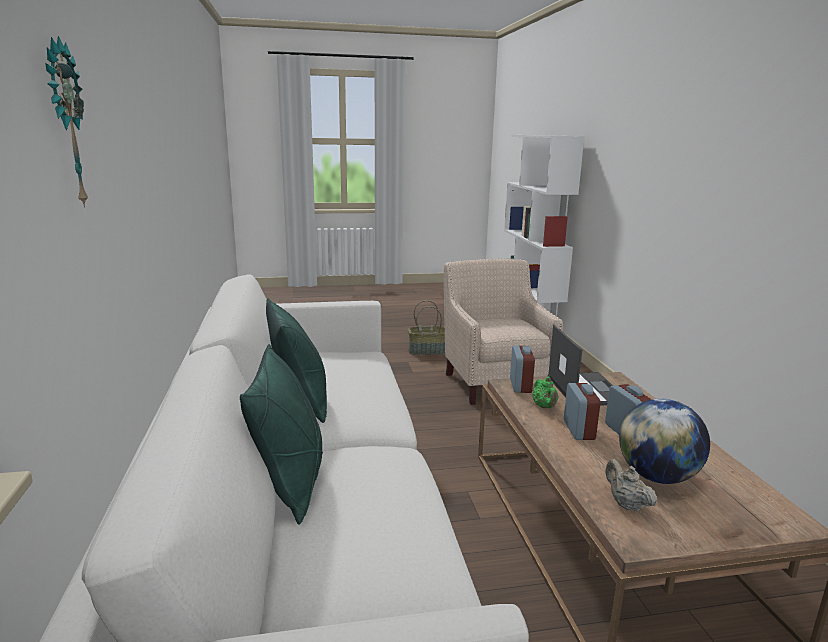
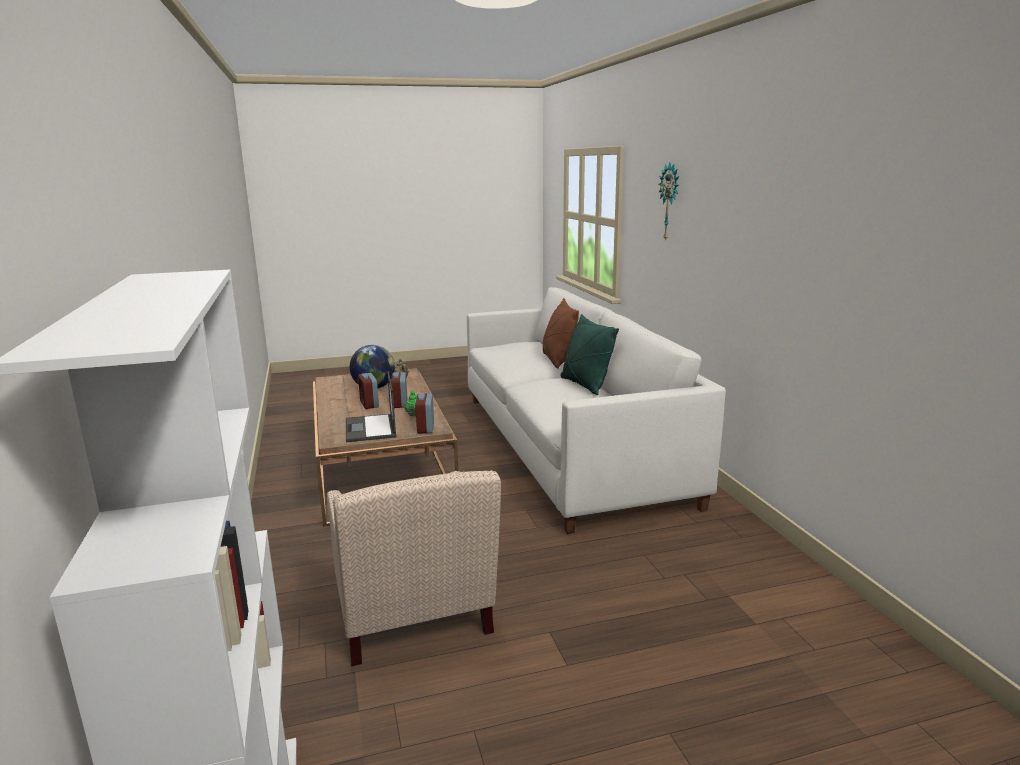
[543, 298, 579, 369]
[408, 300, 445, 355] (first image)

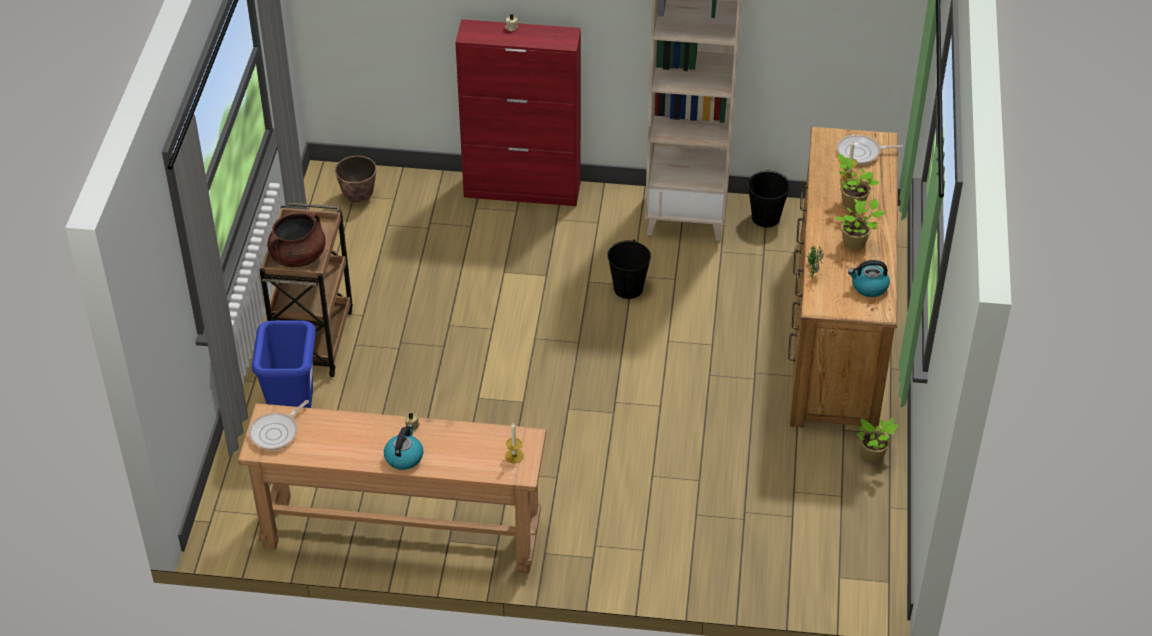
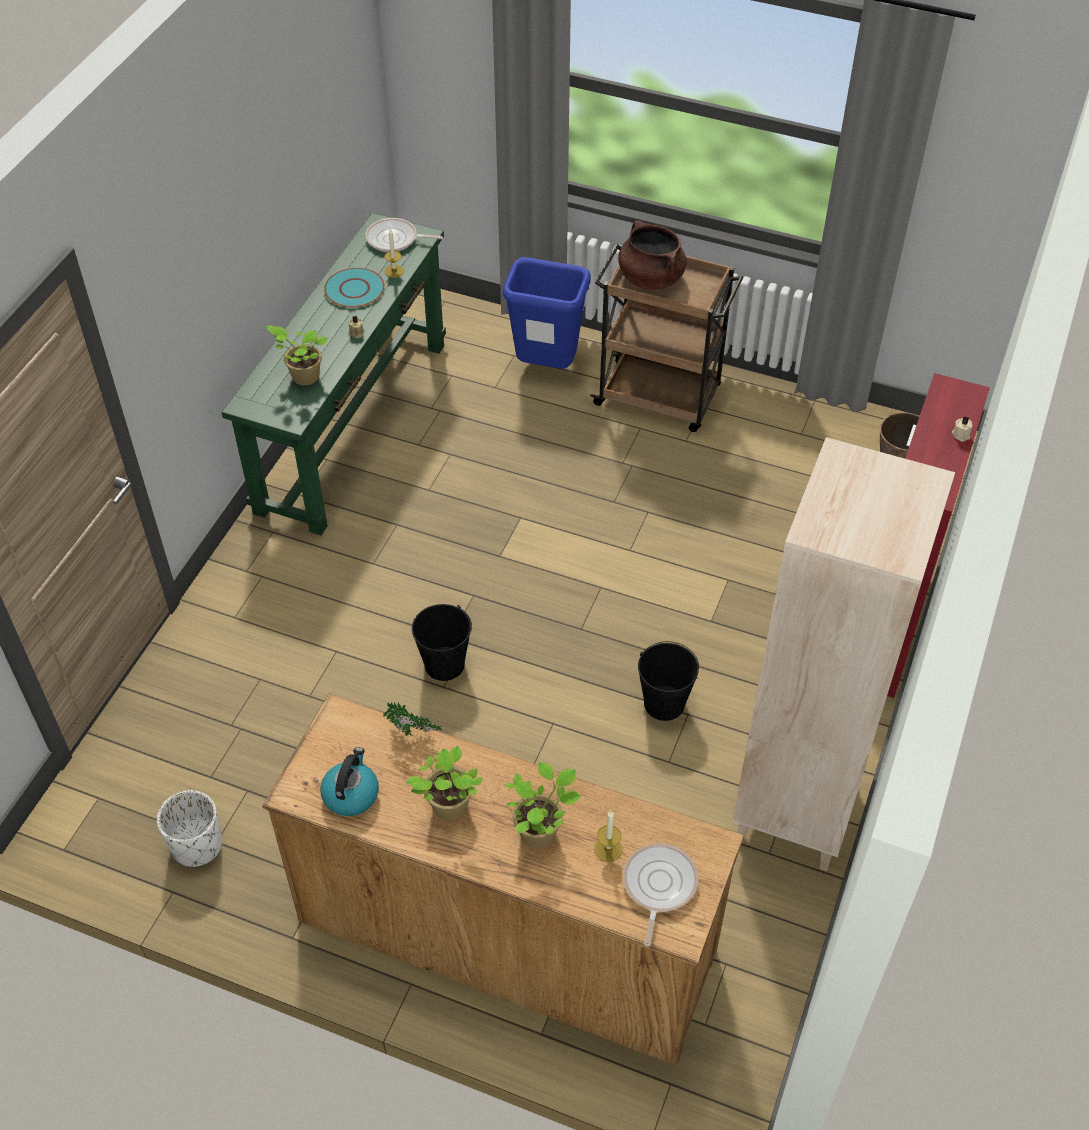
[157, 790, 222, 867]
[222, 213, 446, 535]
[265, 326, 328, 385]
[324, 268, 385, 308]
[365, 218, 443, 252]
[384, 229, 404, 278]
[412, 604, 472, 681]
[384, 424, 423, 470] (first image)

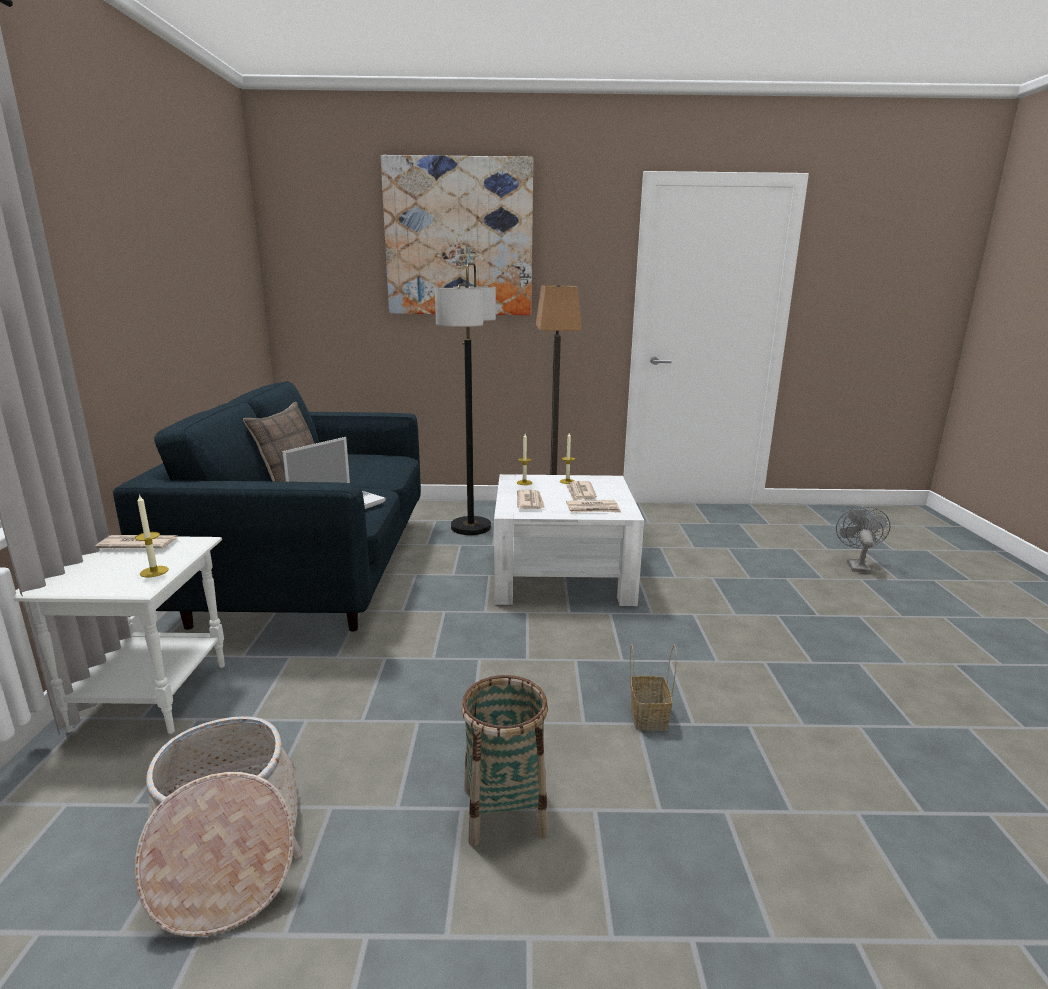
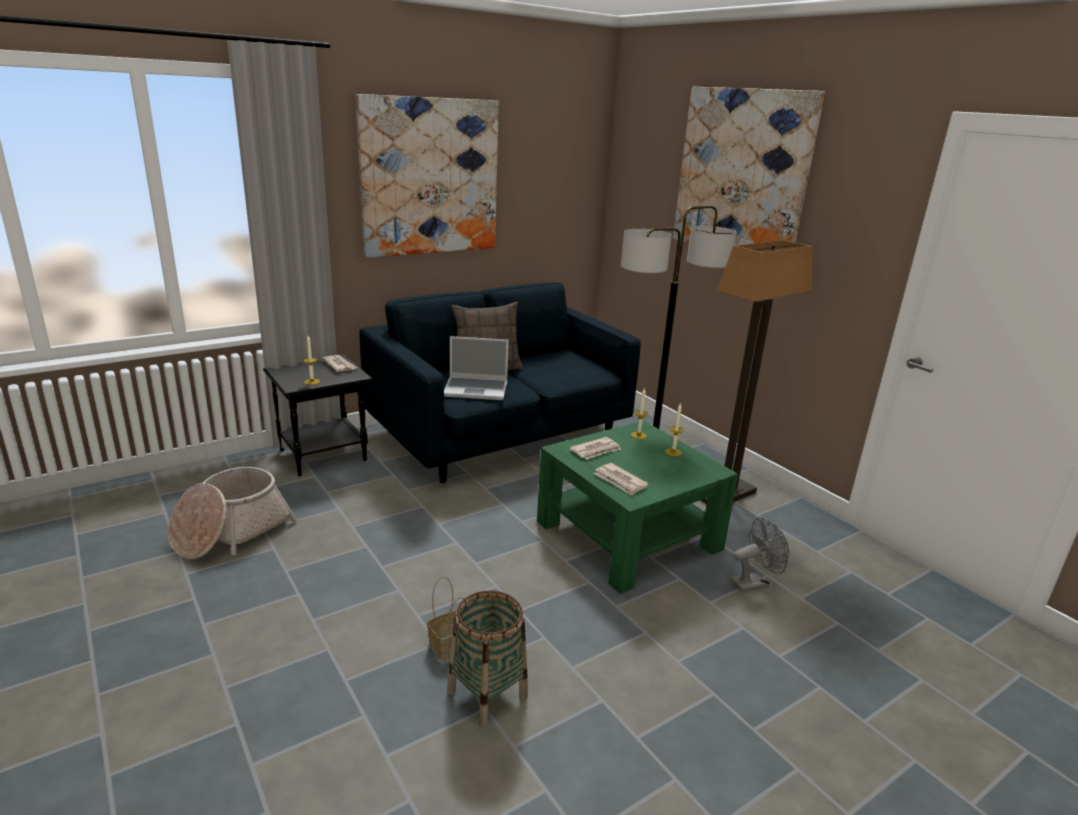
[263, 354, 373, 476]
[356, 94, 499, 258]
[447, 591, 528, 727]
[537, 420, 738, 594]
[731, 518, 789, 592]
[566, 481, 597, 501] (first image)

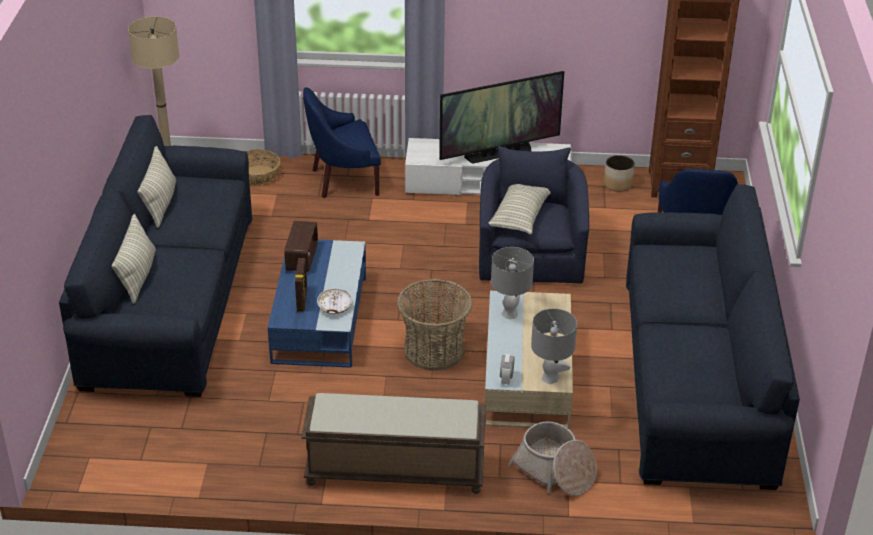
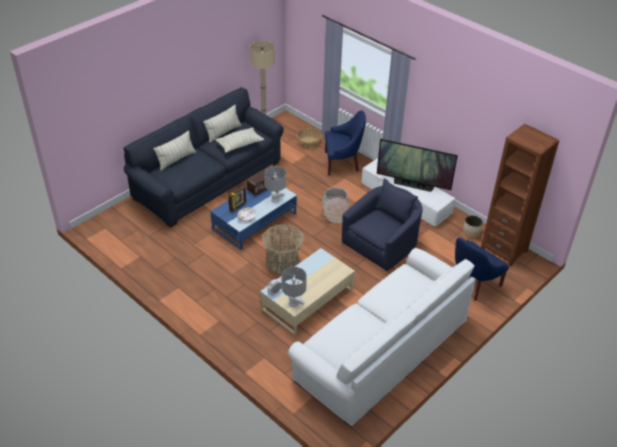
[215, 127, 264, 153]
[264, 166, 286, 203]
[288, 248, 476, 427]
[321, 187, 350, 223]
[325, 110, 366, 175]
[301, 393, 486, 494] (first image)

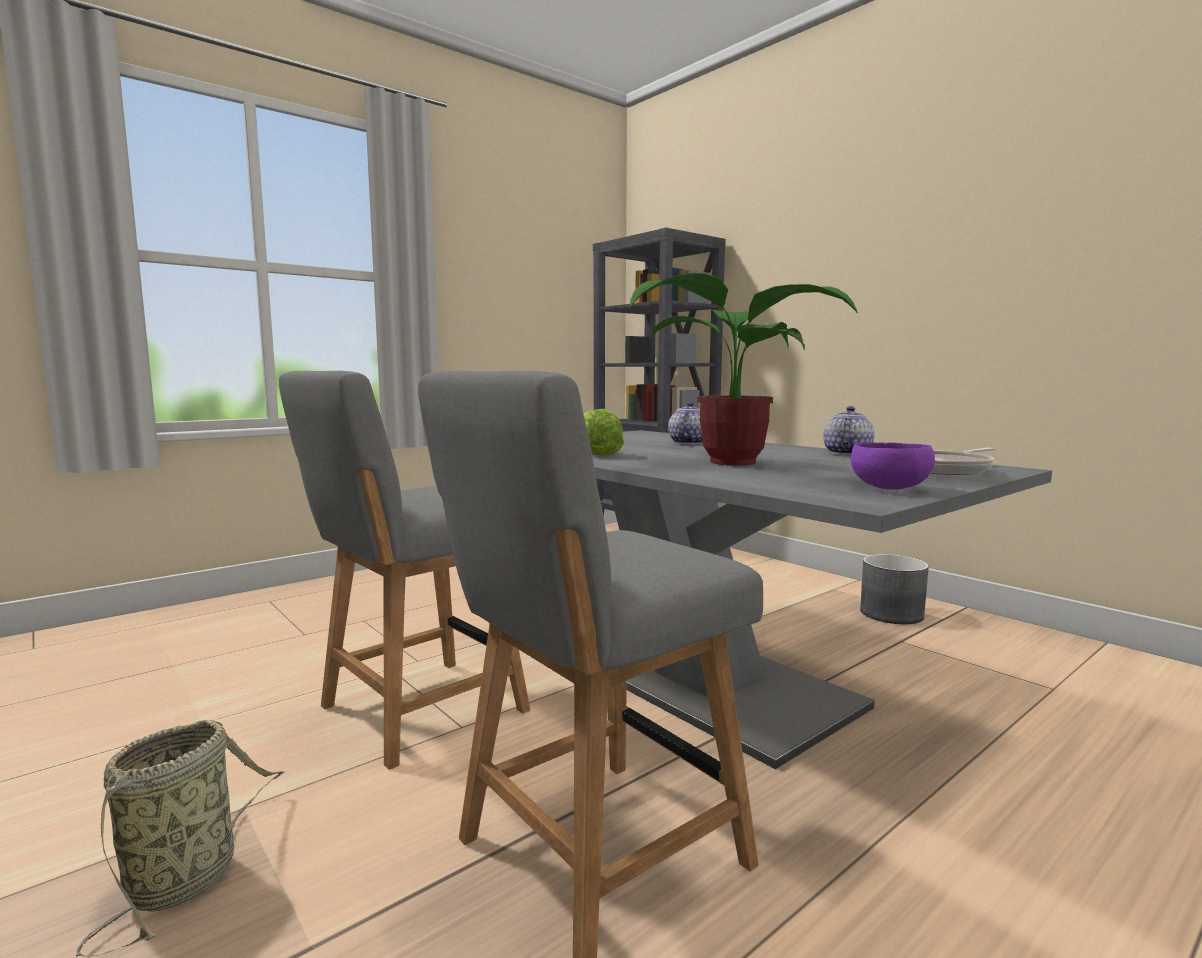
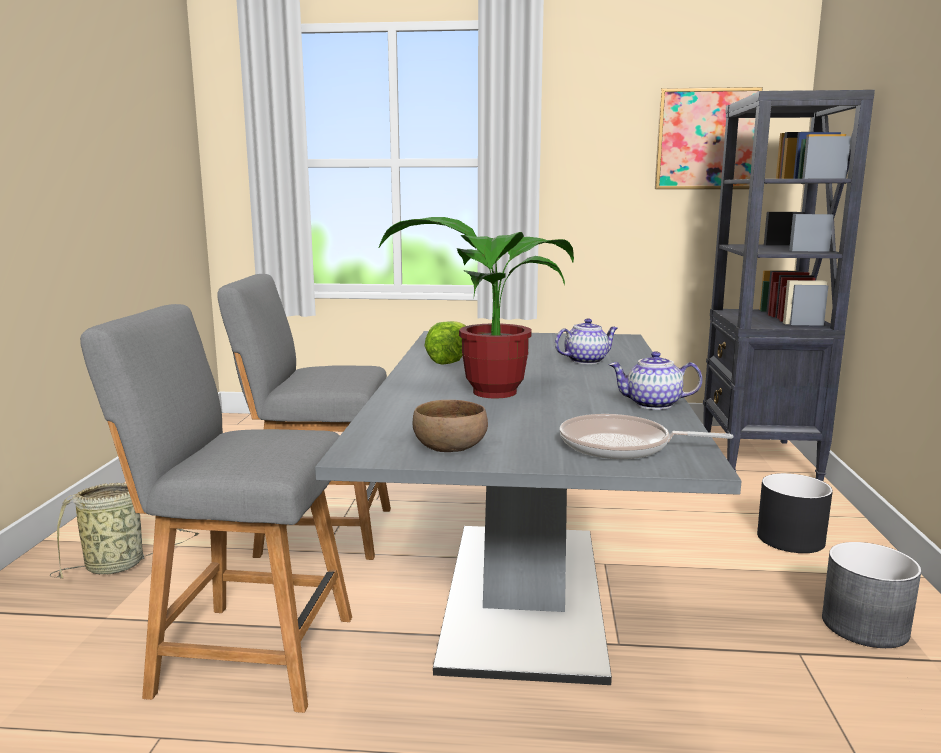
[413, 400, 488, 452]
[609, 351, 702, 410]
[655, 87, 763, 189]
[757, 473, 833, 553]

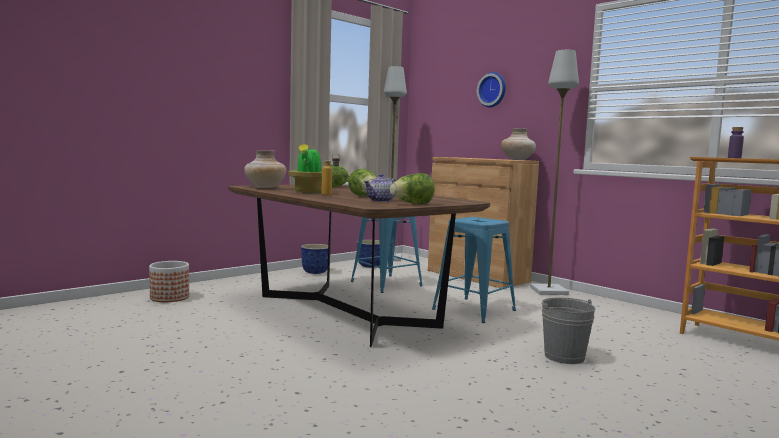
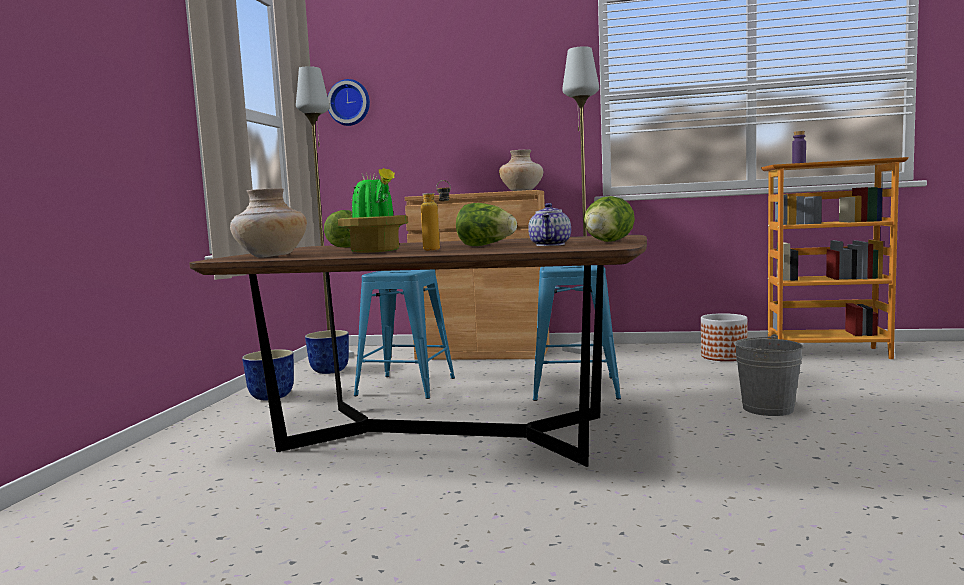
[328, 79, 370, 126]
[701, 313, 747, 361]

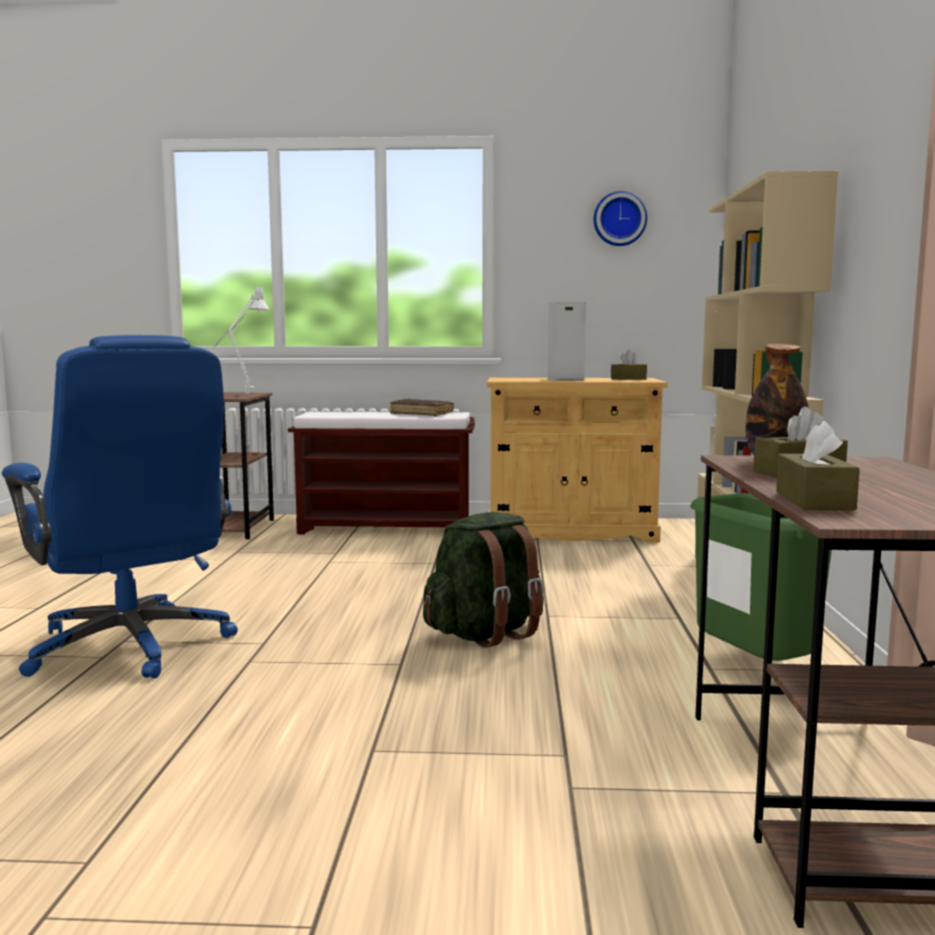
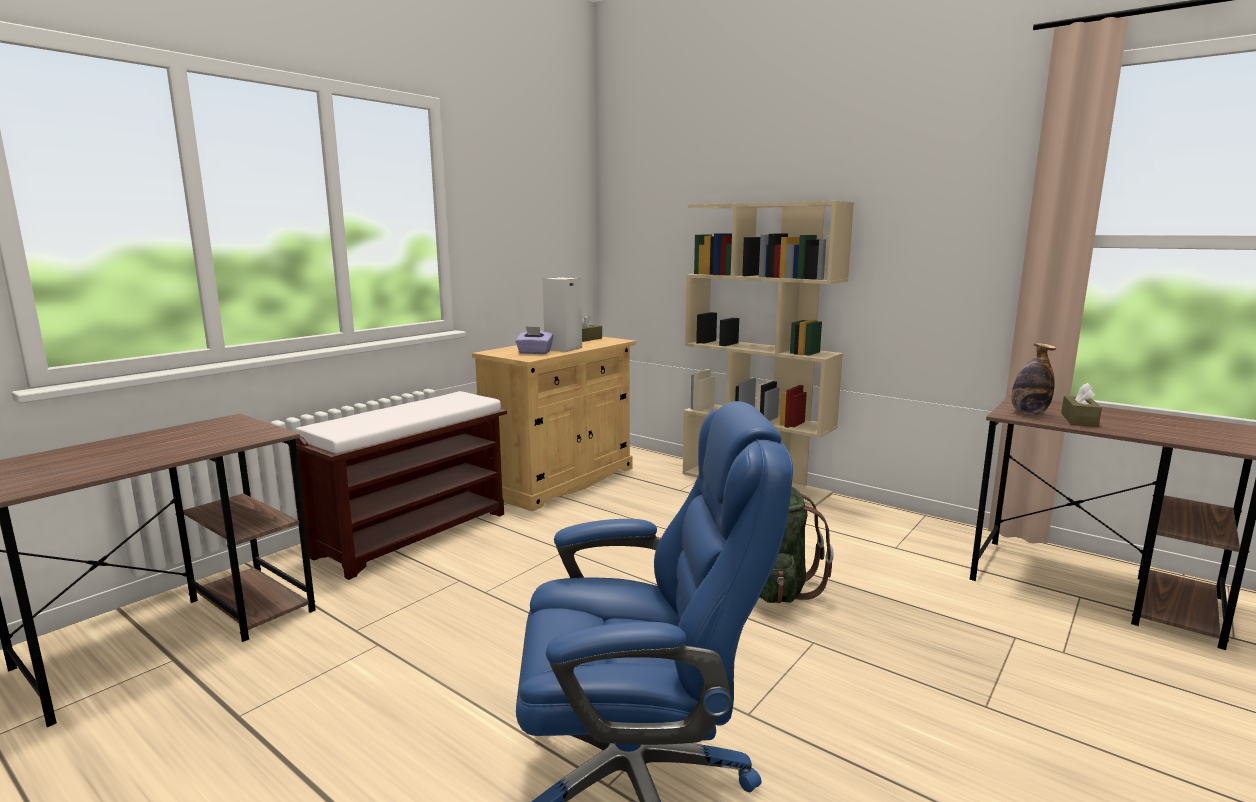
[515, 326, 554, 354]
[214, 287, 270, 394] (first image)
[390, 399, 454, 416] (first image)
[594, 191, 647, 246] (first image)
[690, 493, 832, 661] (first image)
[776, 421, 860, 510] (first image)

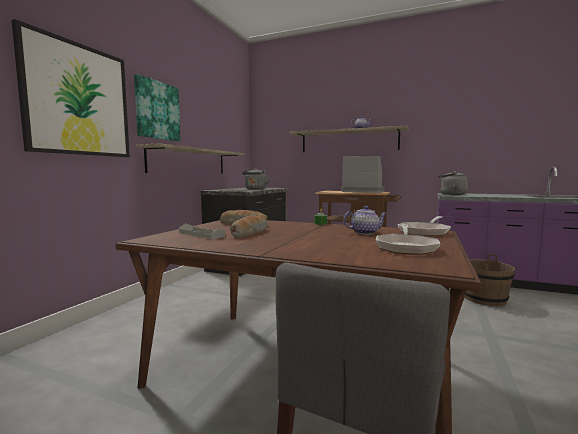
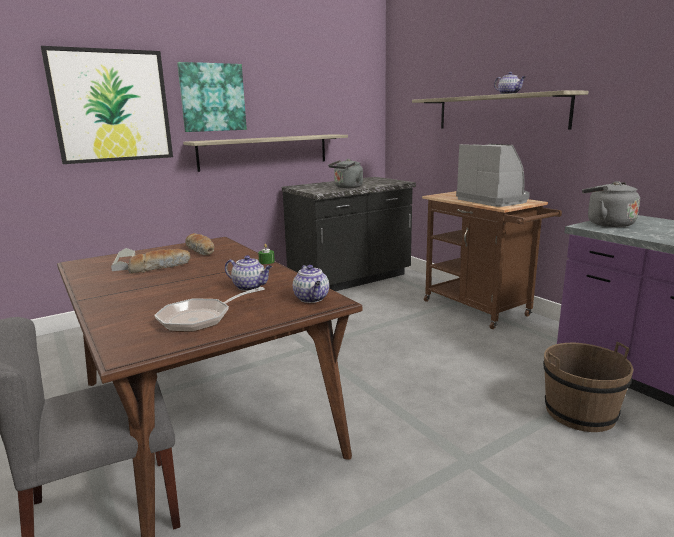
[293, 265, 329, 303]

